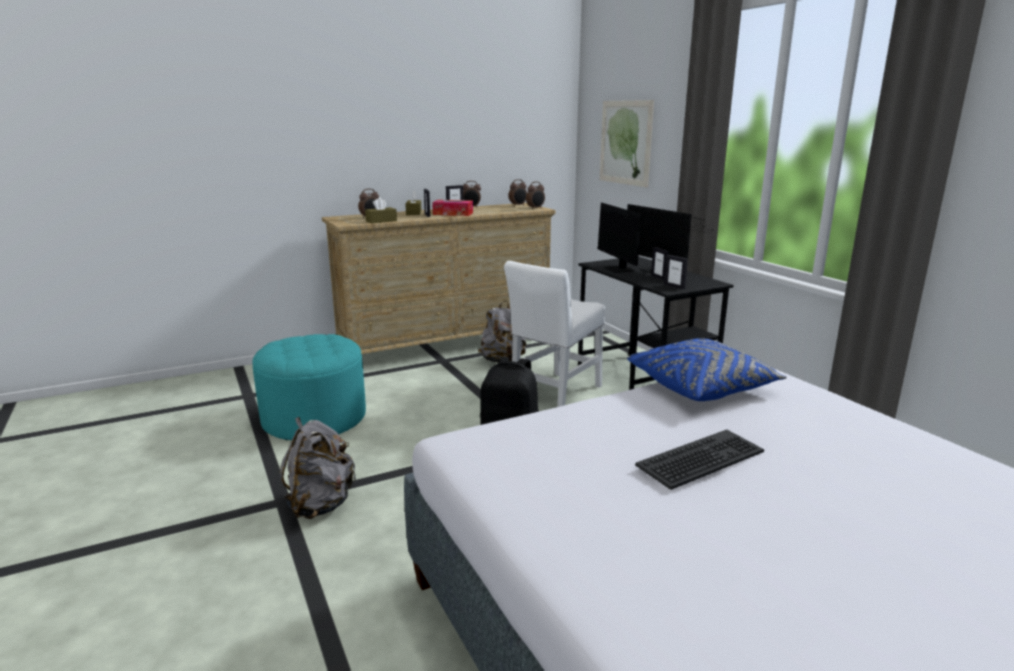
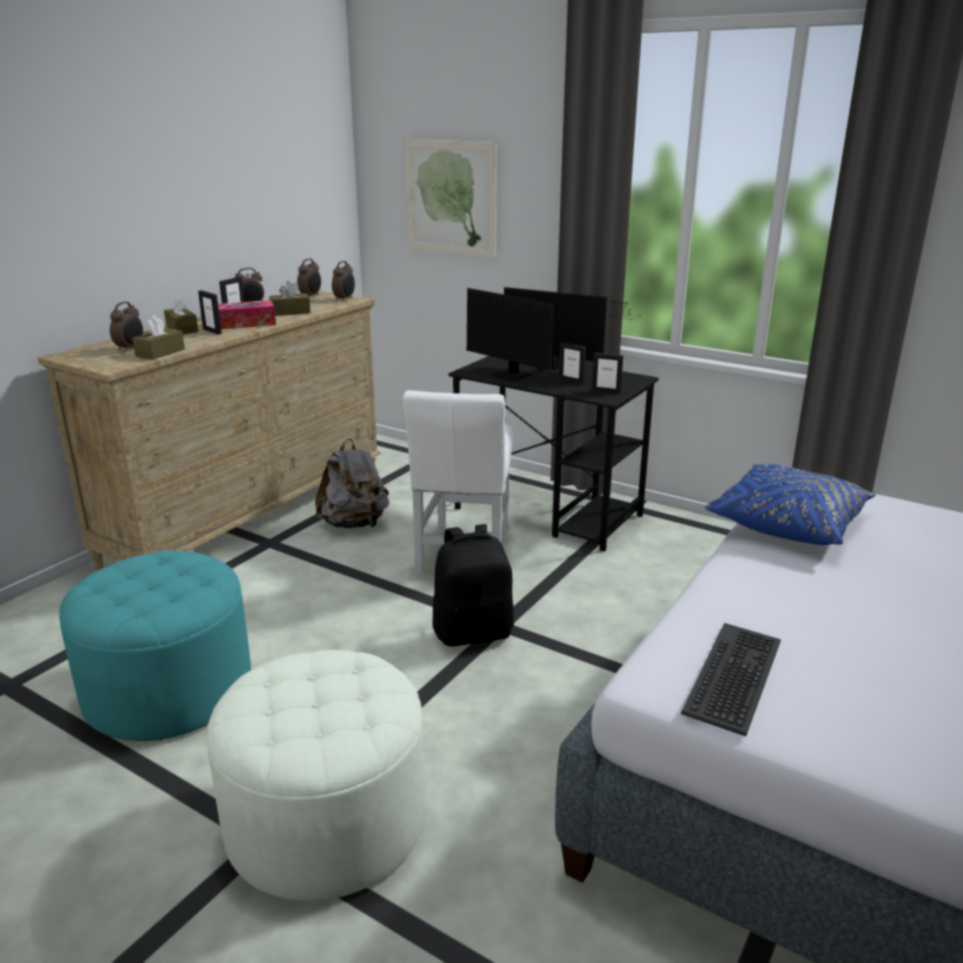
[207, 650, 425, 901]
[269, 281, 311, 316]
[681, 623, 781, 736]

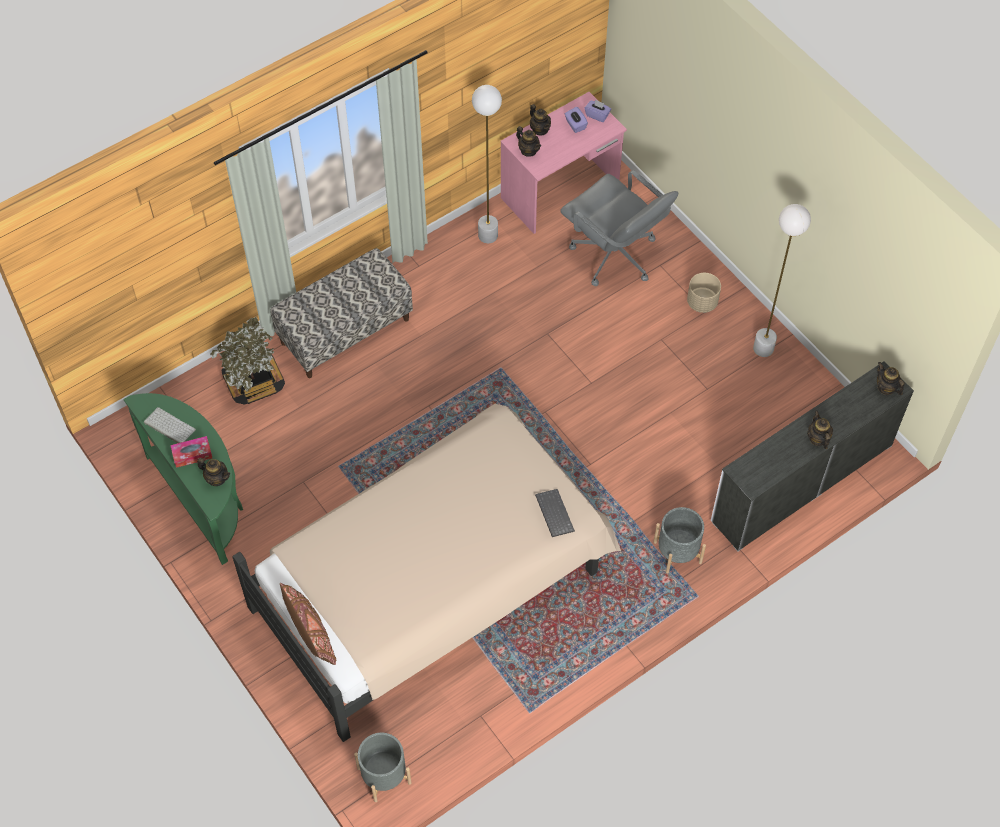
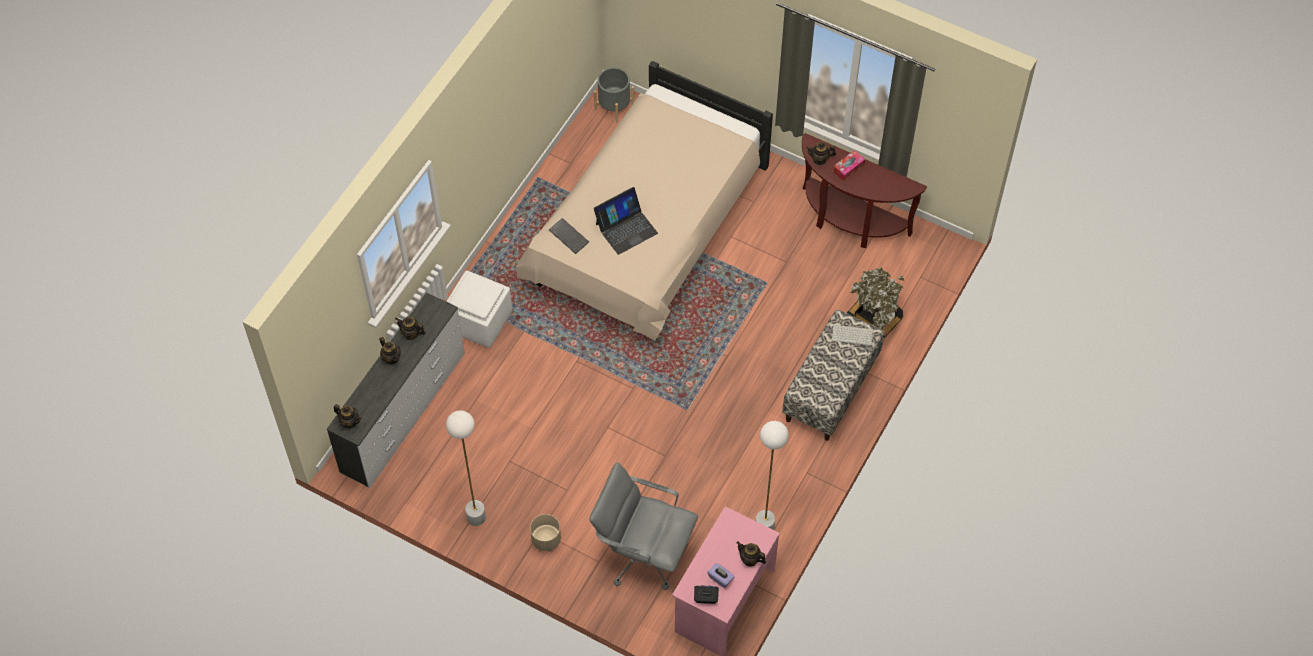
[395, 317, 425, 340]
[446, 270, 512, 348]
[594, 187, 658, 255]
[694, 585, 719, 604]
[802, 133, 927, 248]
[832, 325, 873, 345]
[280, 583, 336, 665] (first image)

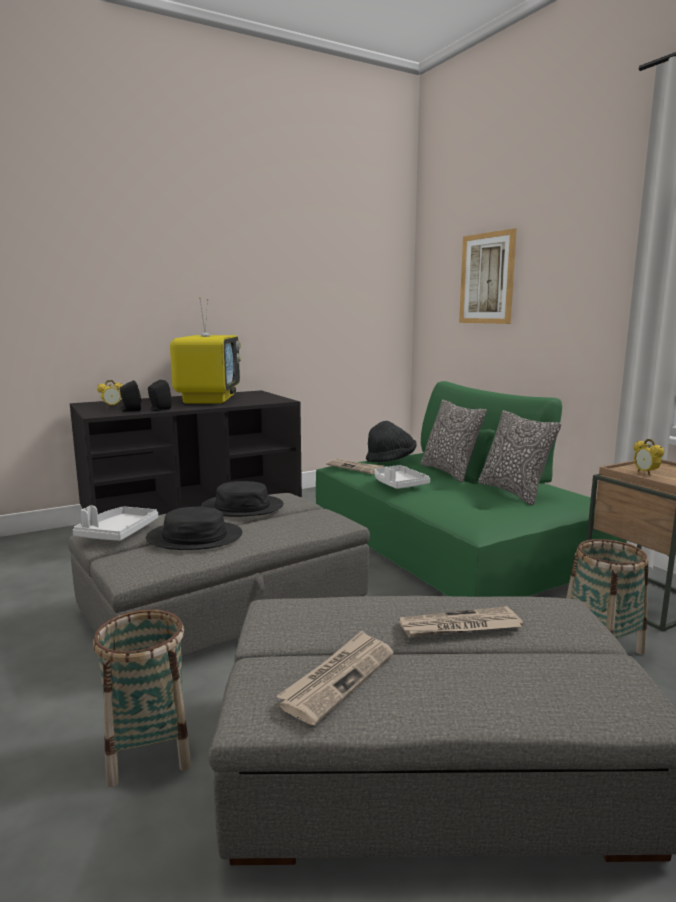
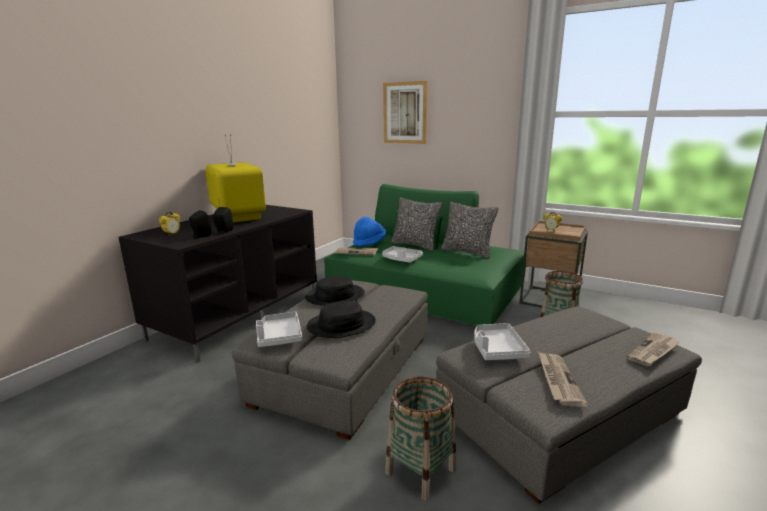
[353, 216, 386, 247]
[474, 323, 531, 360]
[627, 332, 679, 367]

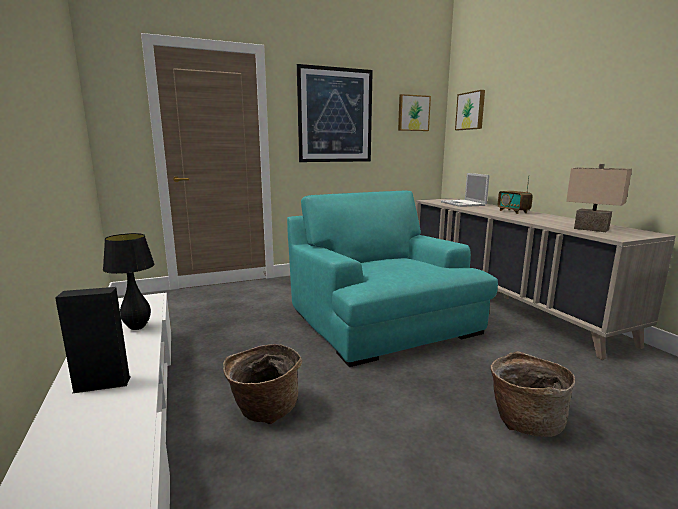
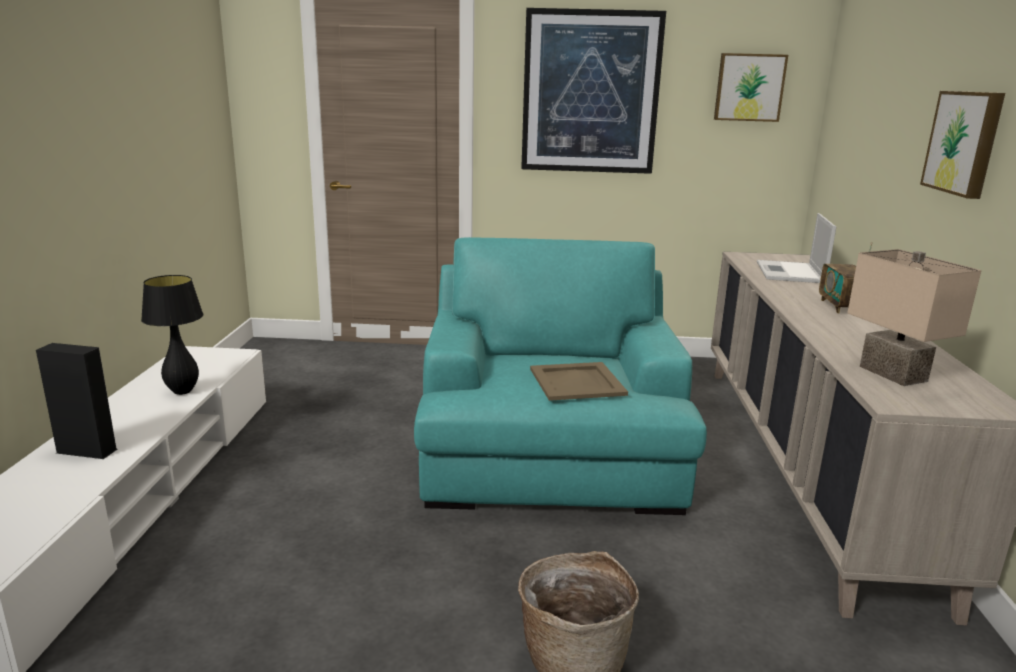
[530, 362, 628, 401]
[920, 91, 1005, 199]
[223, 344, 302, 424] (first image)

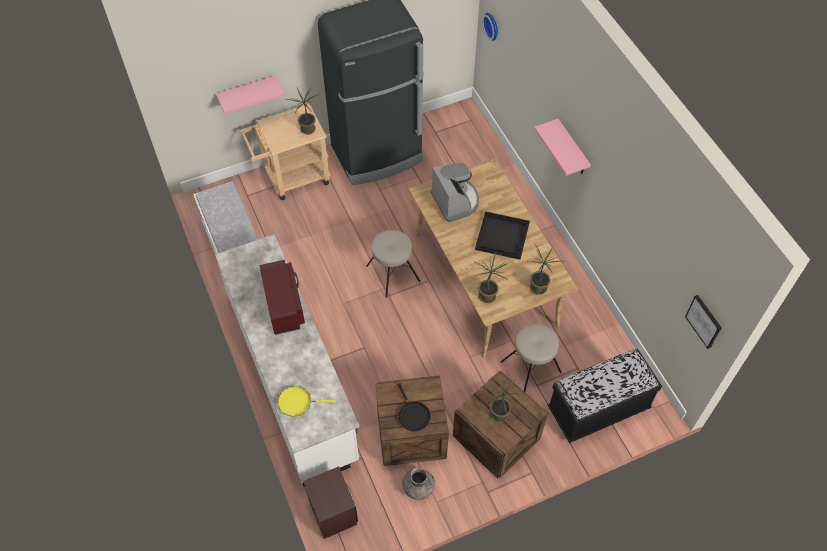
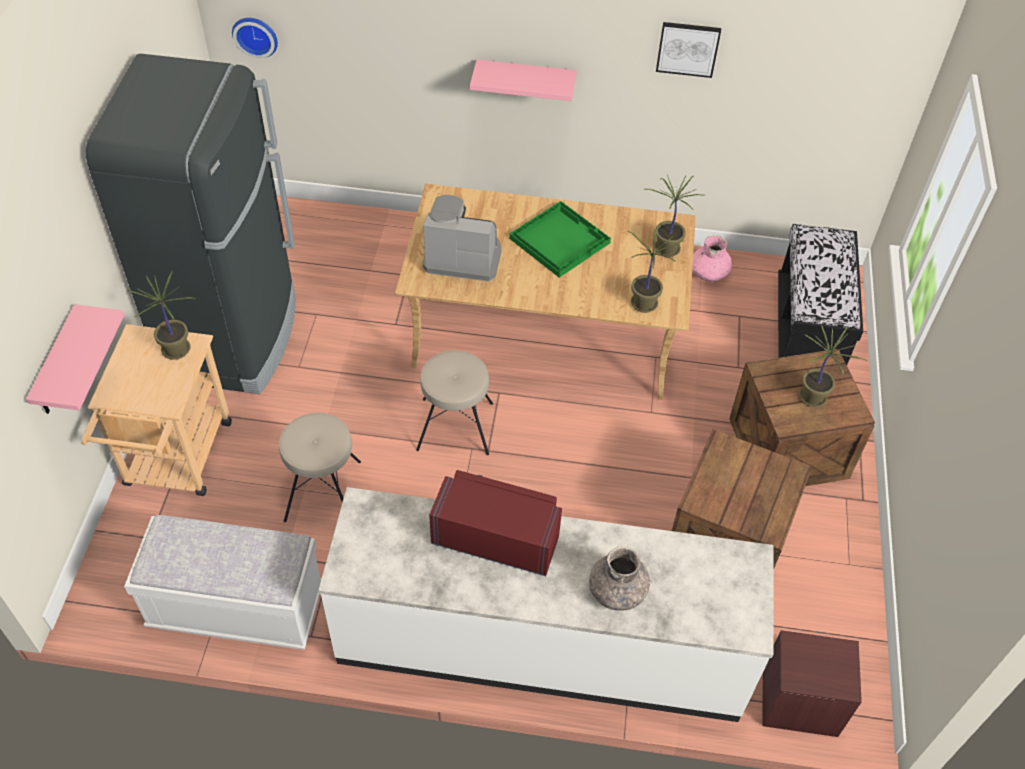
[279, 413, 361, 522]
[509, 201, 611, 278]
[589, 546, 650, 611]
[656, 22, 721, 78]
[692, 235, 732, 281]
[278, 386, 336, 417] (first image)
[397, 383, 431, 431] (first image)

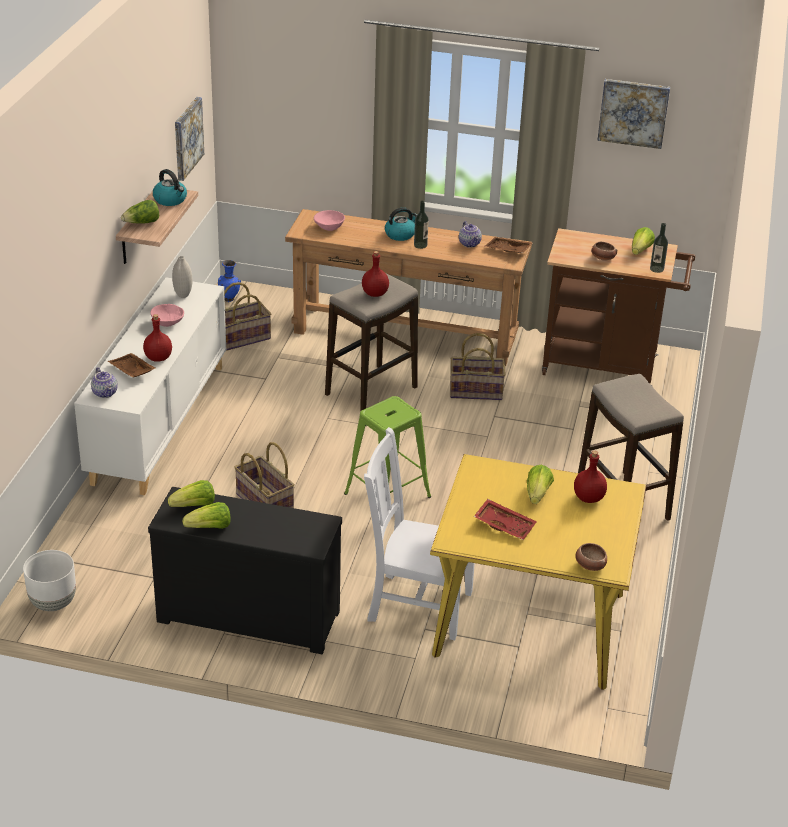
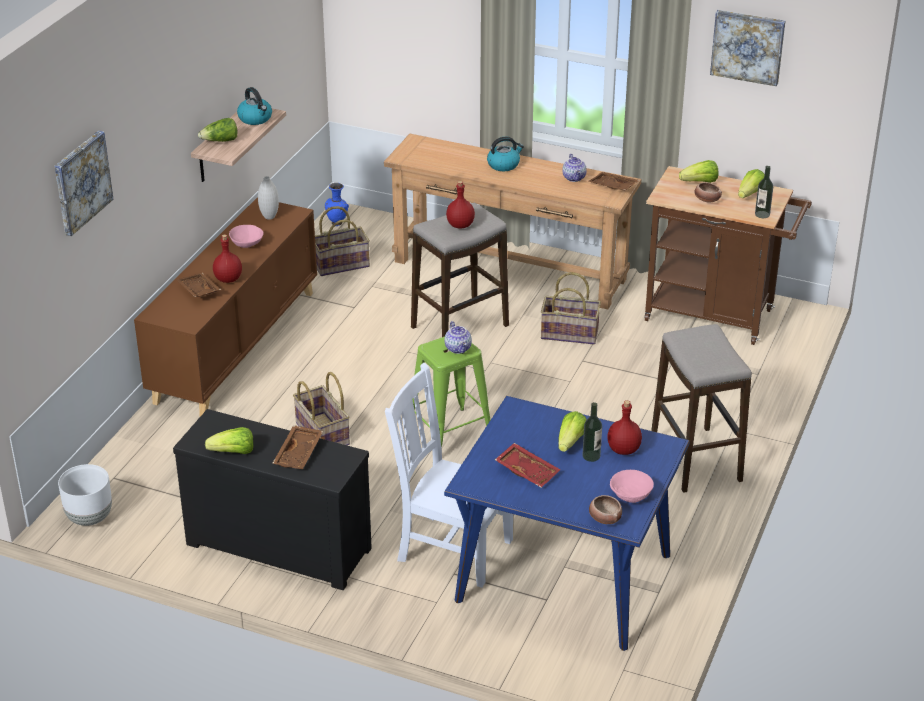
[55, 131, 113, 236]
[134, 198, 317, 416]
[272, 425, 323, 469]
[444, 396, 690, 651]
[445, 321, 472, 354]
[583, 402, 602, 462]
[610, 470, 654, 503]
[679, 160, 718, 183]

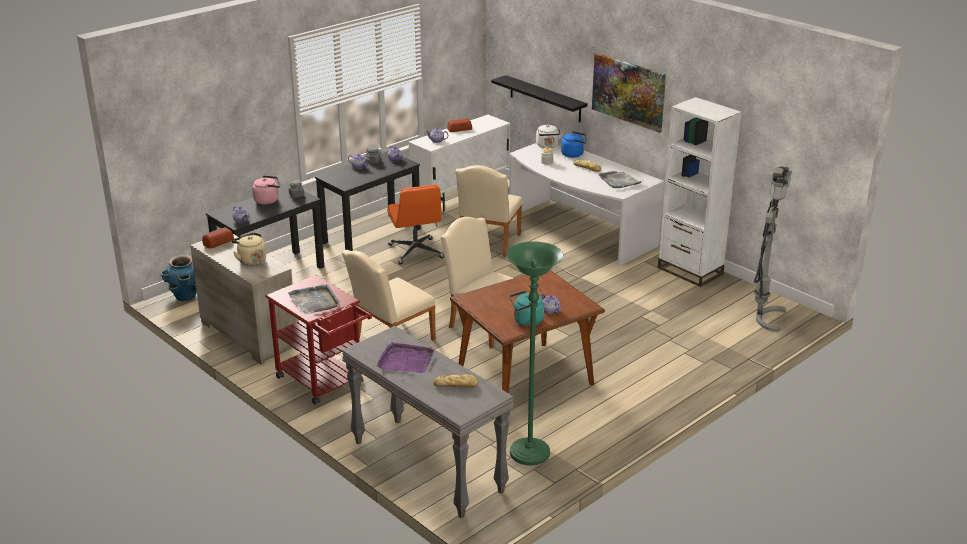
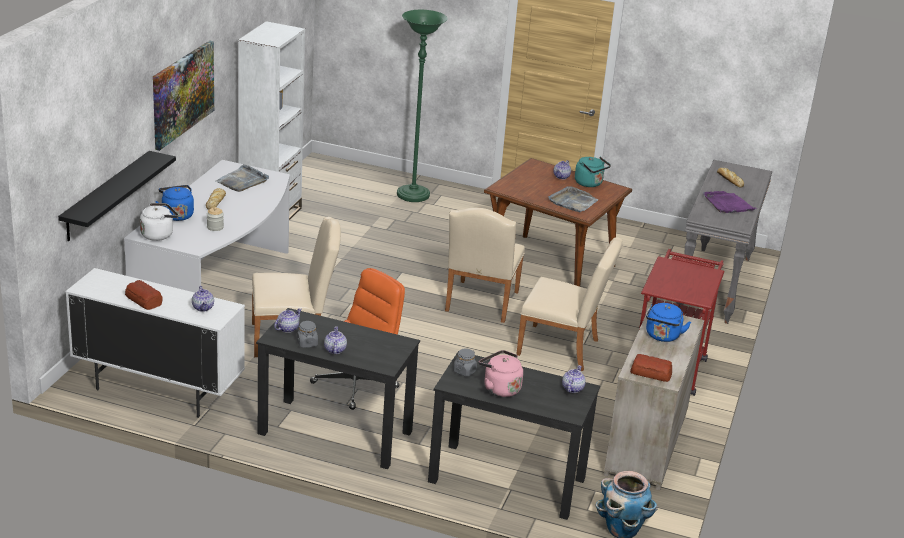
[397, 10, 448, 202]
[548, 186, 599, 212]
[646, 303, 691, 342]
[754, 166, 792, 332] (first image)

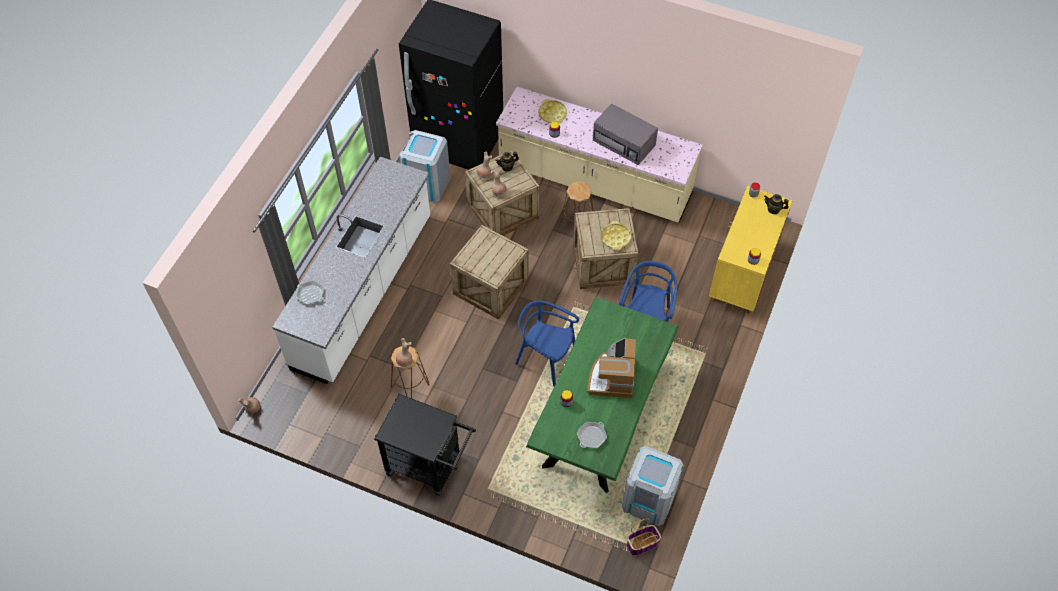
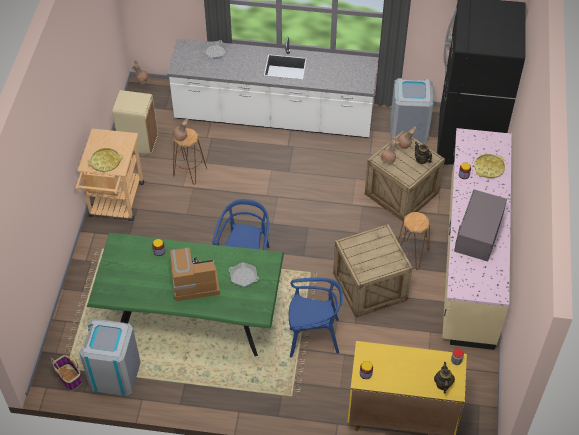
[76, 129, 144, 221]
[87, 148, 123, 172]
[112, 90, 158, 155]
[229, 262, 259, 287]
[450, 225, 529, 320] (first image)

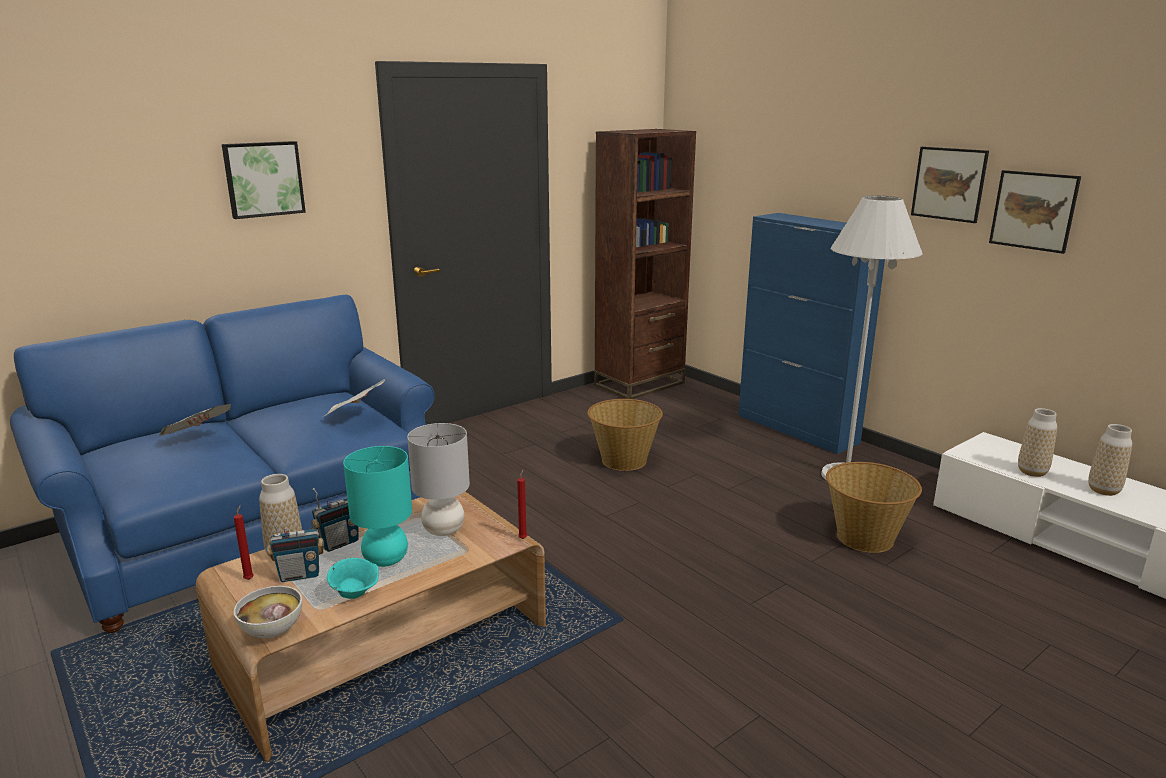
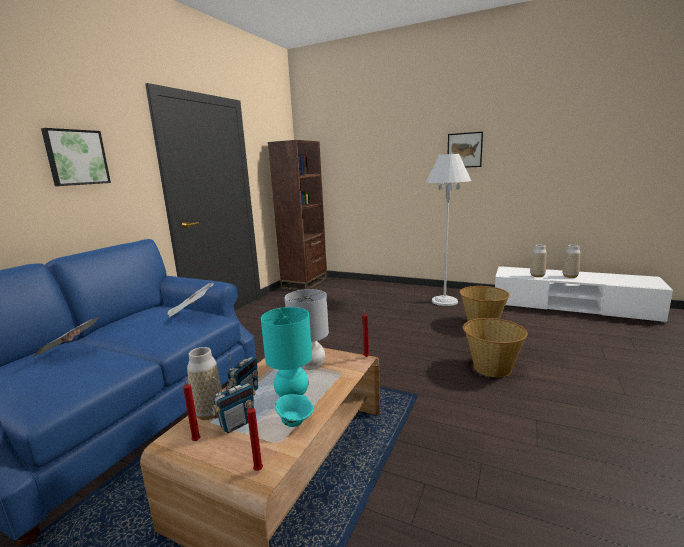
[247, 407, 263, 471]
[463, 318, 528, 377]
[738, 213, 885, 454] (first image)
[989, 170, 1081, 254] (first image)

